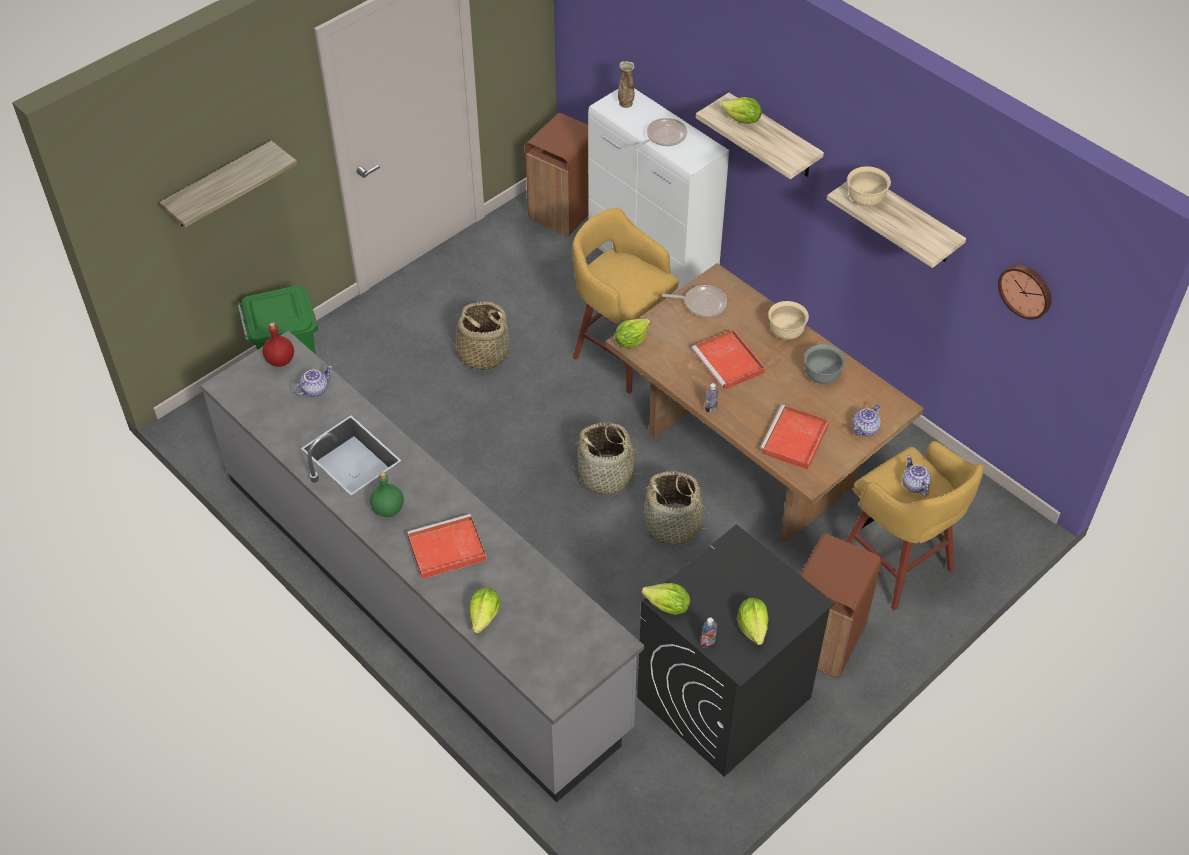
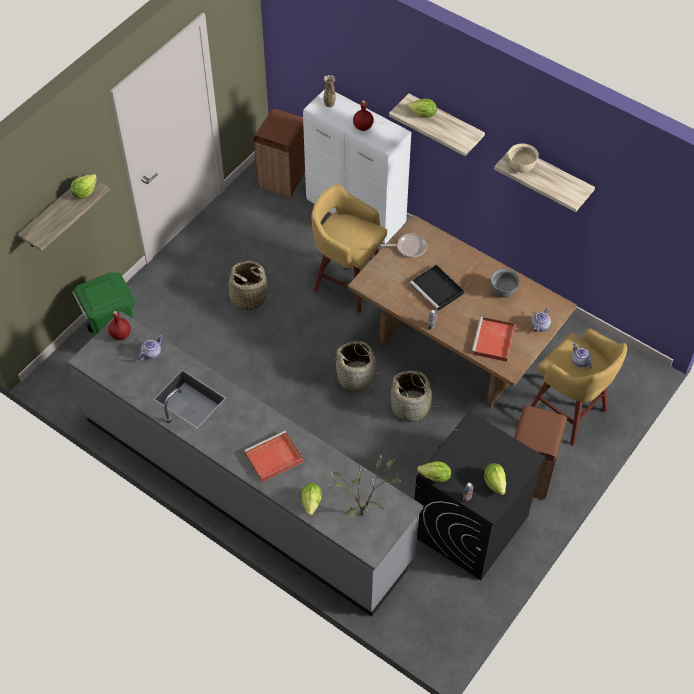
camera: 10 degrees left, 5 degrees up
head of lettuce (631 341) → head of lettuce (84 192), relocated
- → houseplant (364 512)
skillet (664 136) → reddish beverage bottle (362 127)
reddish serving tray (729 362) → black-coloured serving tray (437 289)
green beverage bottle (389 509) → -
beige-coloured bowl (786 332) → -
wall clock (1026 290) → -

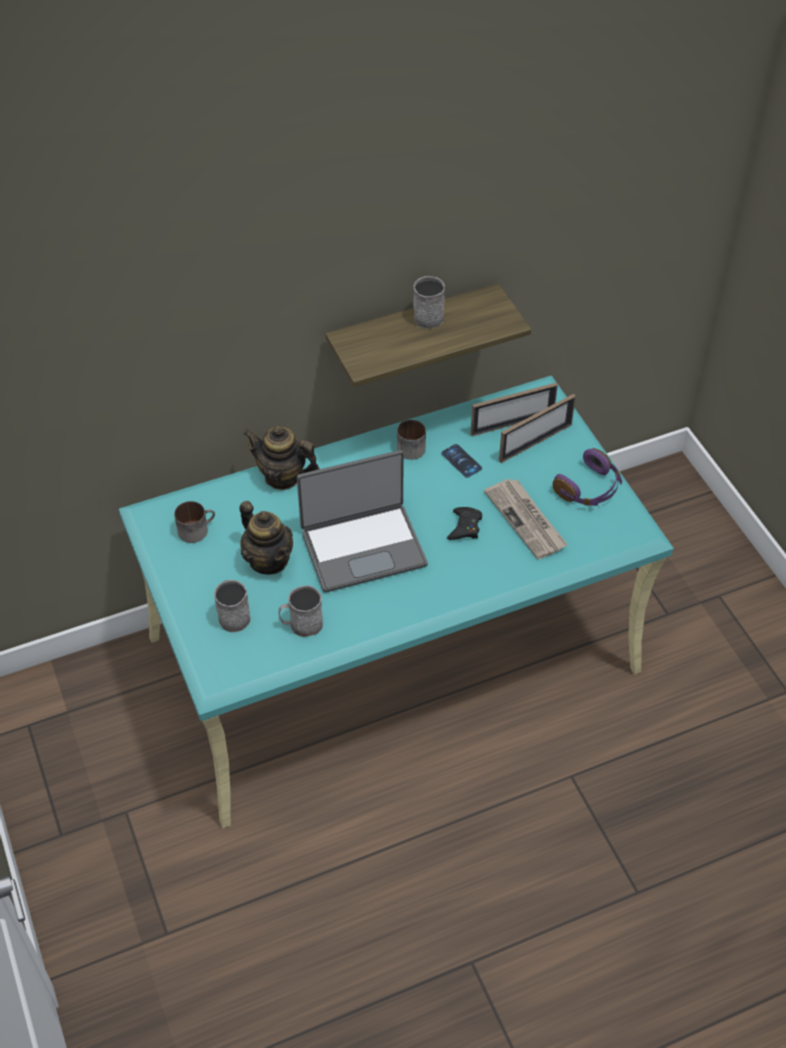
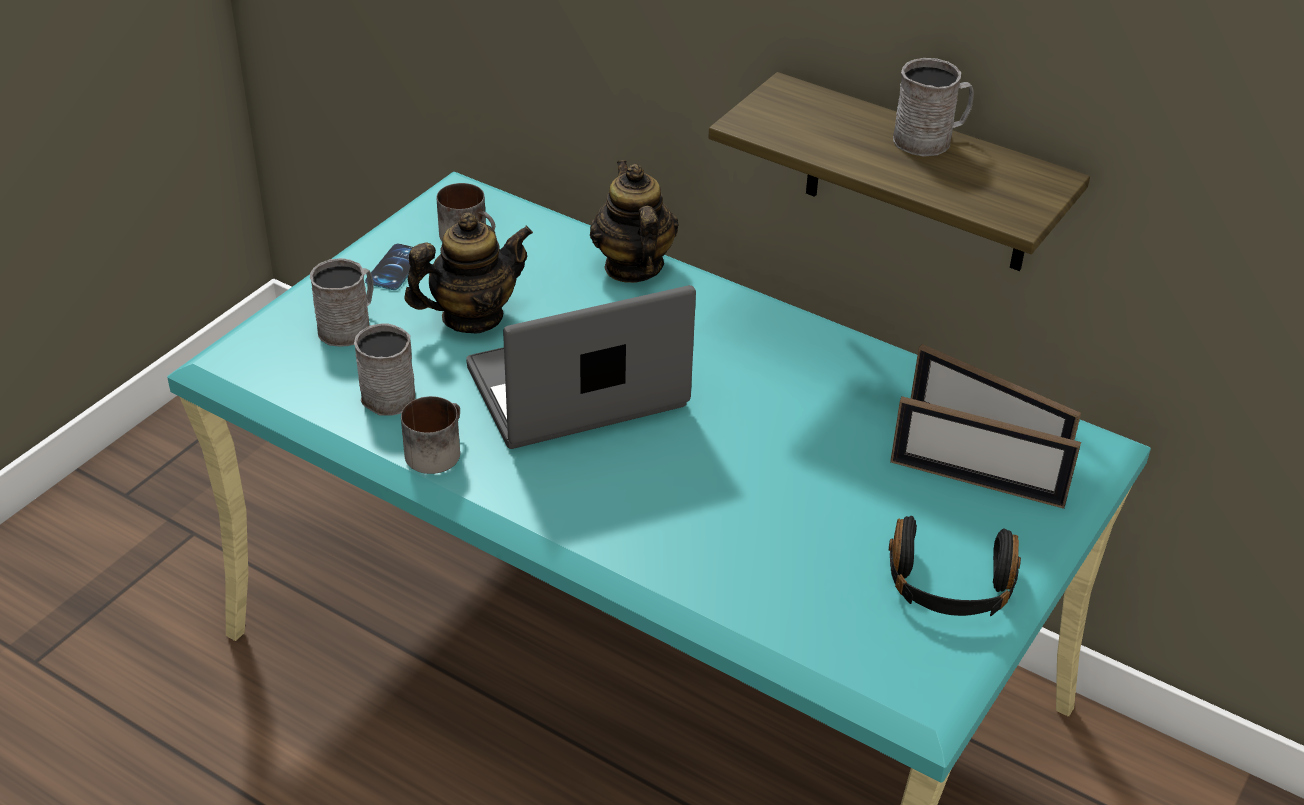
camera: 55 degrees right, 10 degrees down
handset (461 461) → handset (396 267), relocated
tea mug (408 447) → tea mug (435 450), relocated
tea pot (268 560) → tea pot (472 317), 135 degrees counterclockwise
portable computer (363 547) → portable computer (577 391), 120 degrees clockwise
purple-coloured headset (589 489) → black-coloured headset (949 588)
black-coloured joypad (465 527) → -
newspaper (526 520) → -

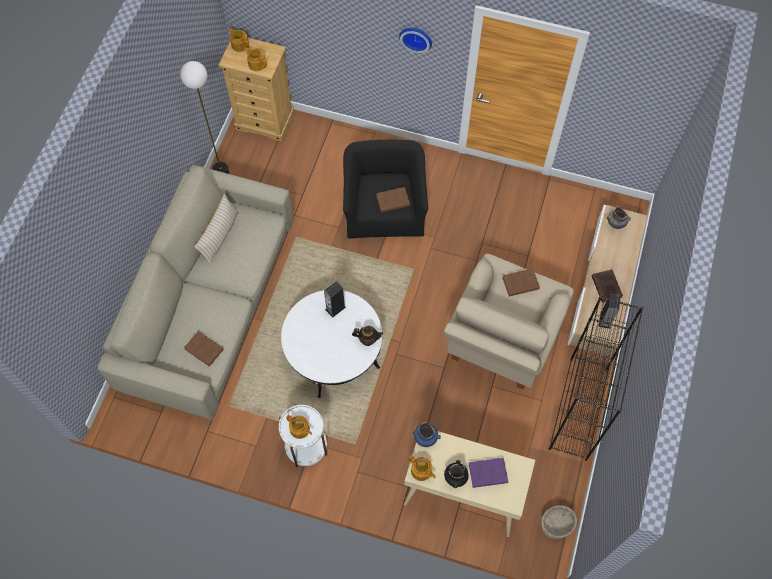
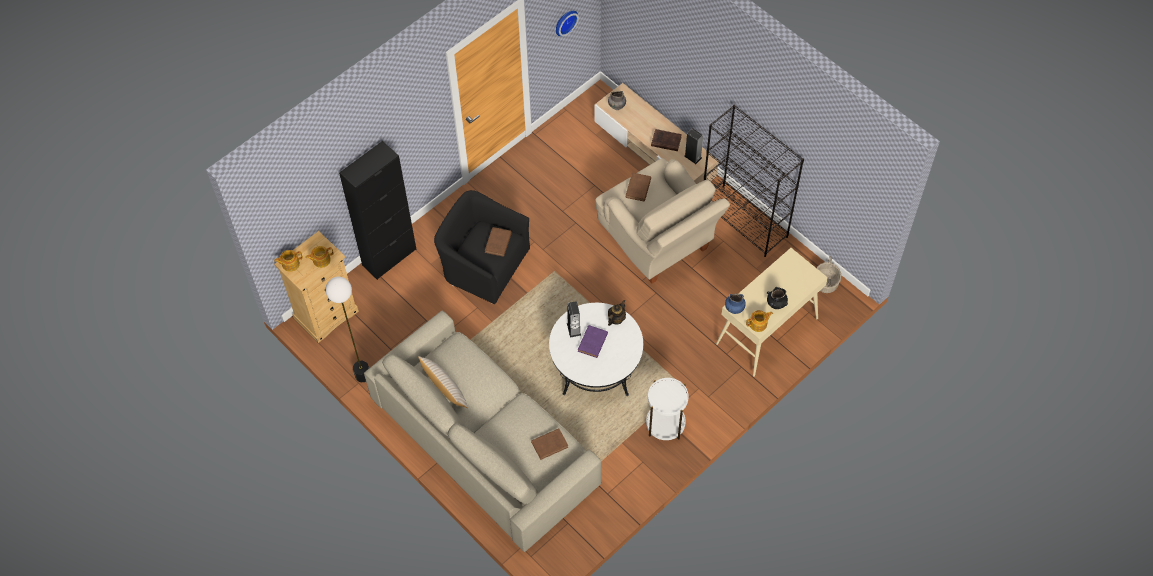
camera: 60 degrees left, 5 degrees down
- → black-coloured cupboard (389 257)
wall clock (416 37) → wall clock (565 21), relocated
purple-coloured bound book (486 473) → purple-coloured bound book (592 343), relocated
tea pot (300 430) → -

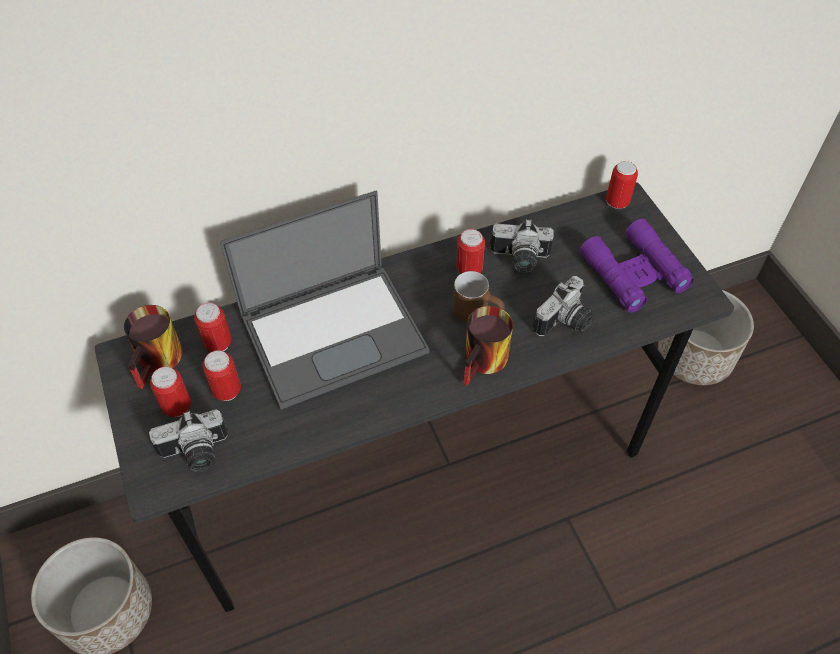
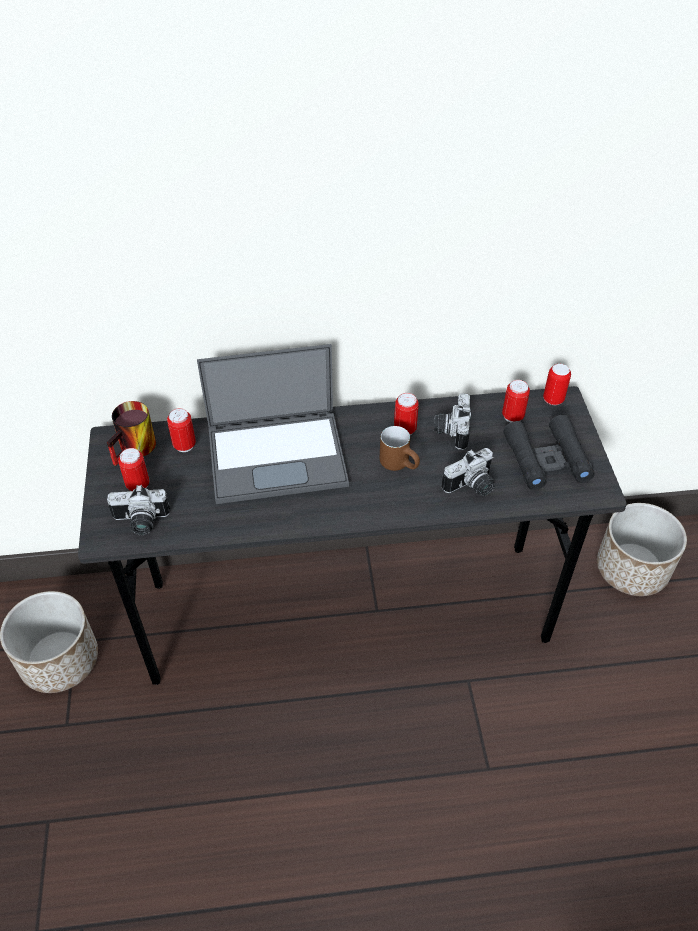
camera: 15 degrees right, 5 degrees down
photo camera (519 260) → photo camera (450 429), 75 degrees clockwise
metal can (227 391) → metal can (512 416), relocated
purple-coloured pair of binoculars (634 273) → black-coloured pair of binoculars (546 459)
tea mug (486 363) → -

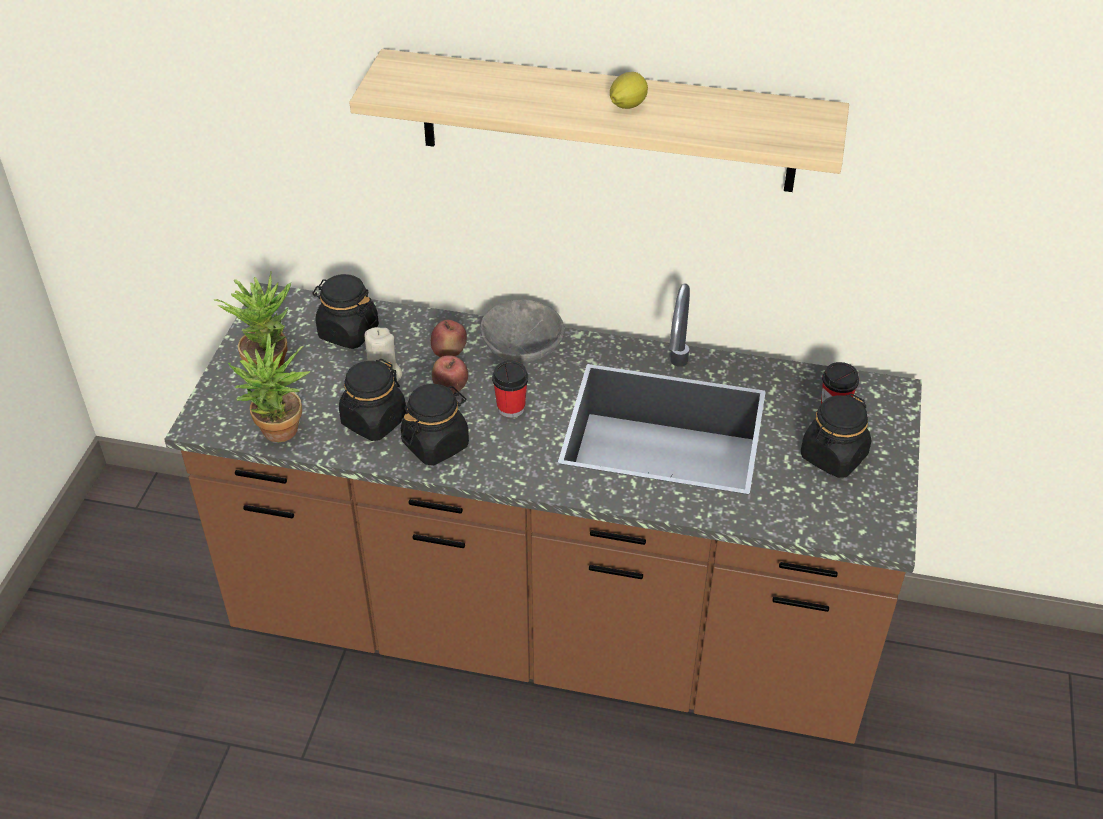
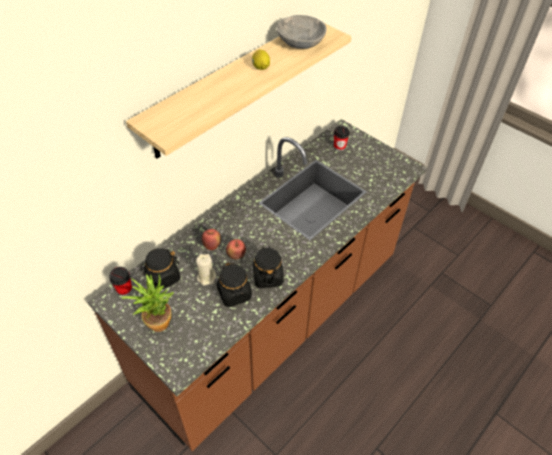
camera: 60 degrees left, 5 degrees up
drinking cup (511 407) → drinking cup (124 289), relocated
greyish bowl (521 348) → greyish bowl (299 44), relocated
houseplant (279 435) → -
black-coloured jar (833 456) → -

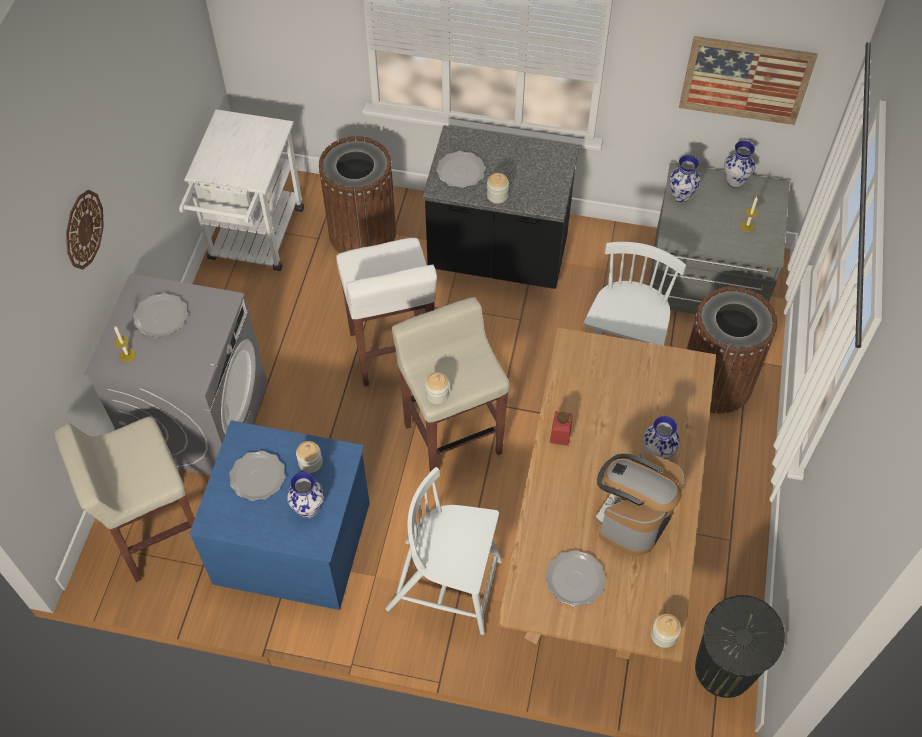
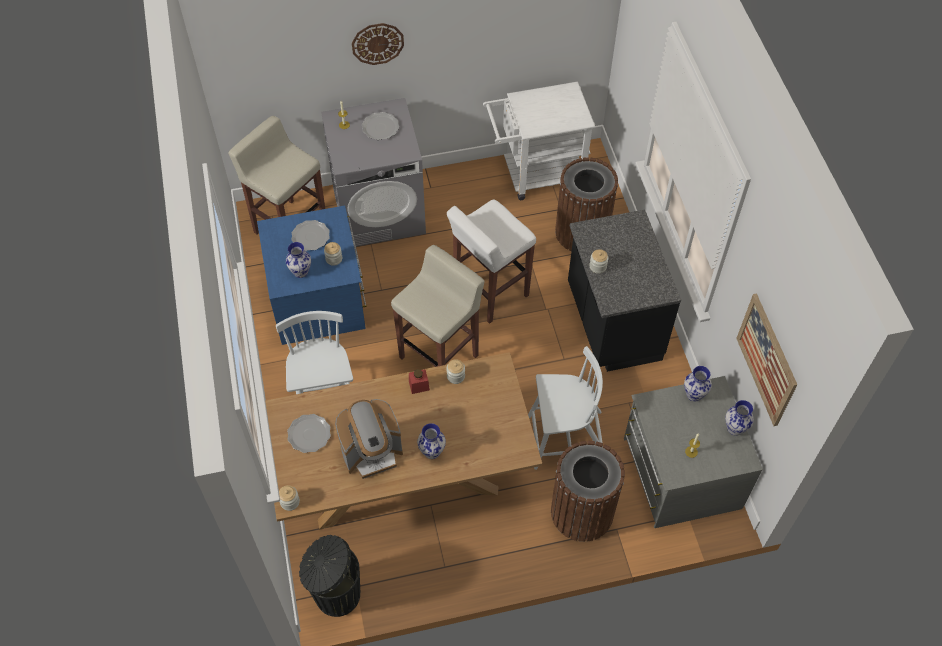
camera: 65 degrees right, 0 degrees up
coffee machine (632 518) → coffee machine (372 453), 150 degrees clockwise
jar (437 394) → jar (455 376), relocated
dinner plate (460 171) → -

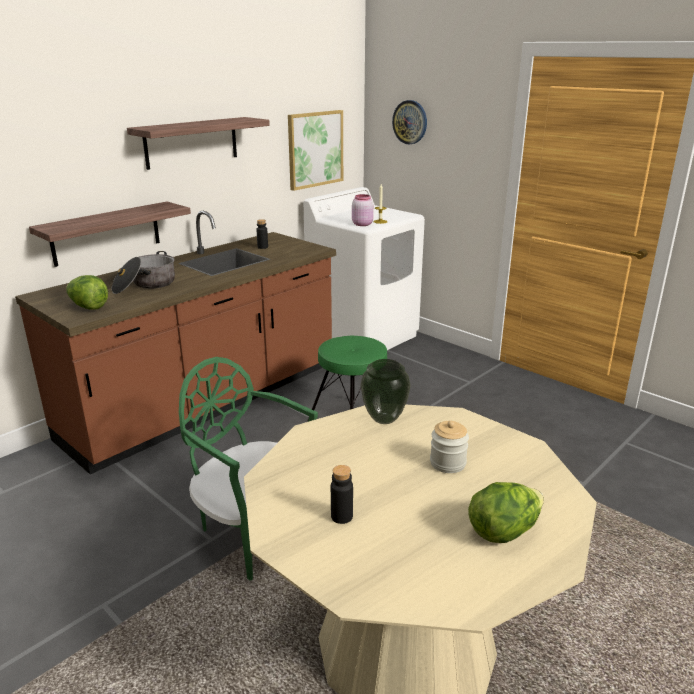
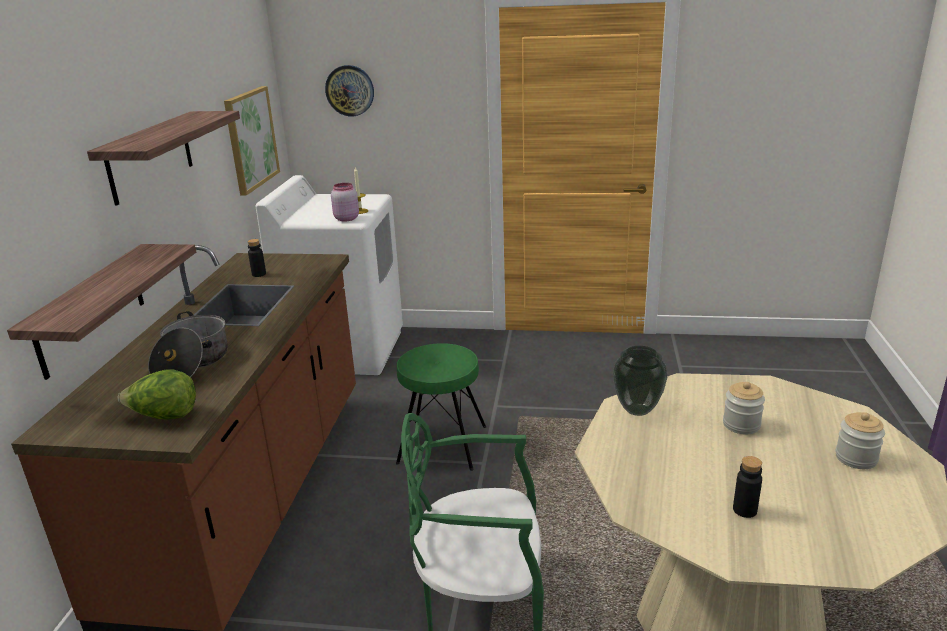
camera: 35 degrees left, 0 degrees up
head of lettuce (504 531) → jar (856 458)

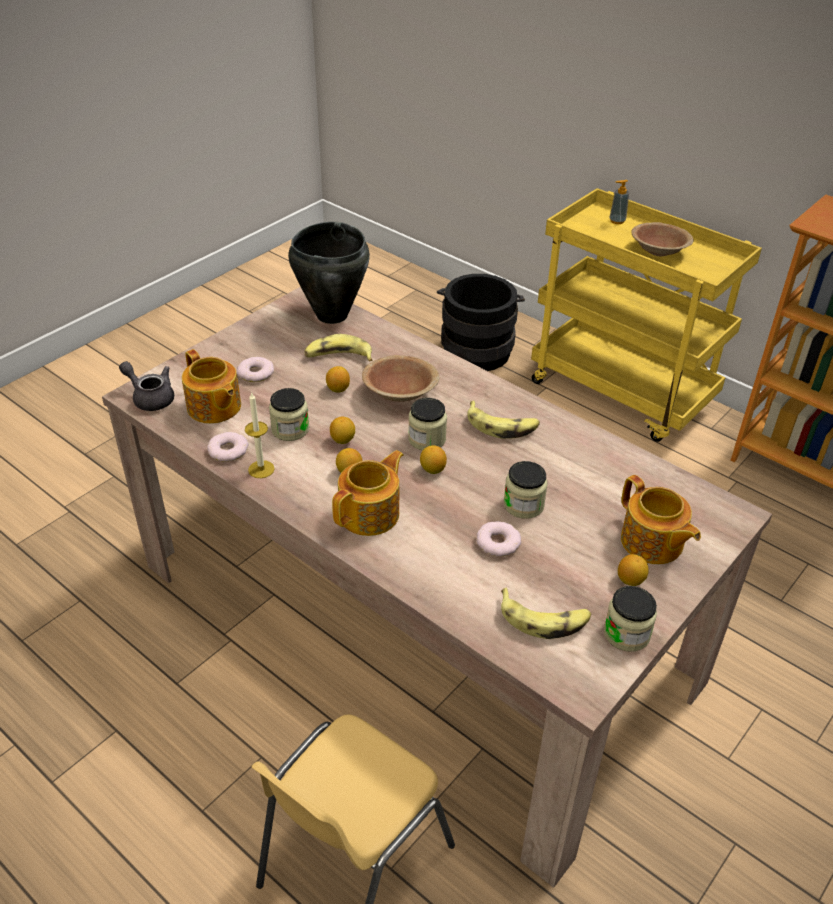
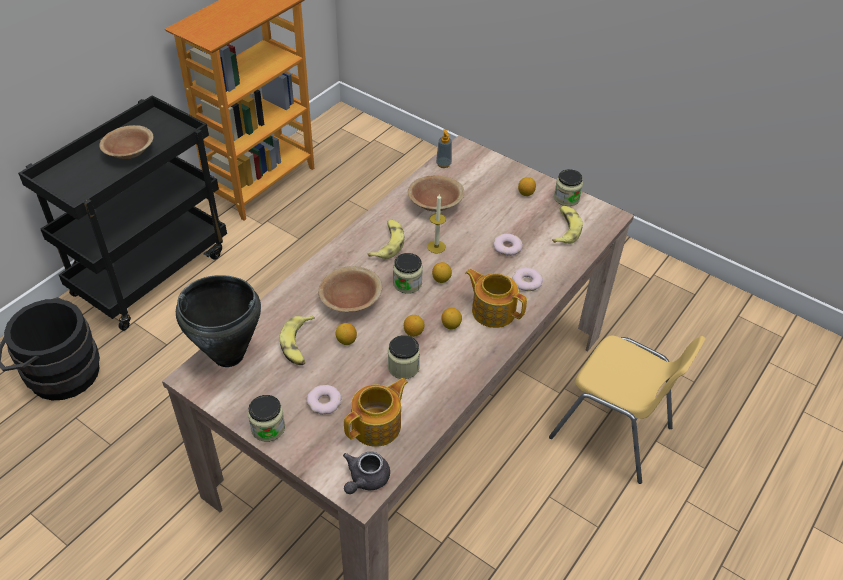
camera: 95 degrees left, 5 degrees up
yellow trolley (623 393) → black-coloured trolley (151 271)
jar (523 505) → jar (268 428), relocated
- → brownish bowl (435 204)
candle (261 469) → candle (436 247), relocated
soap bottle (617 221) → soap bottle (443 164), relocated
donut (228 450) → donut (527 282), relocated
tea pot (652 543) → -

